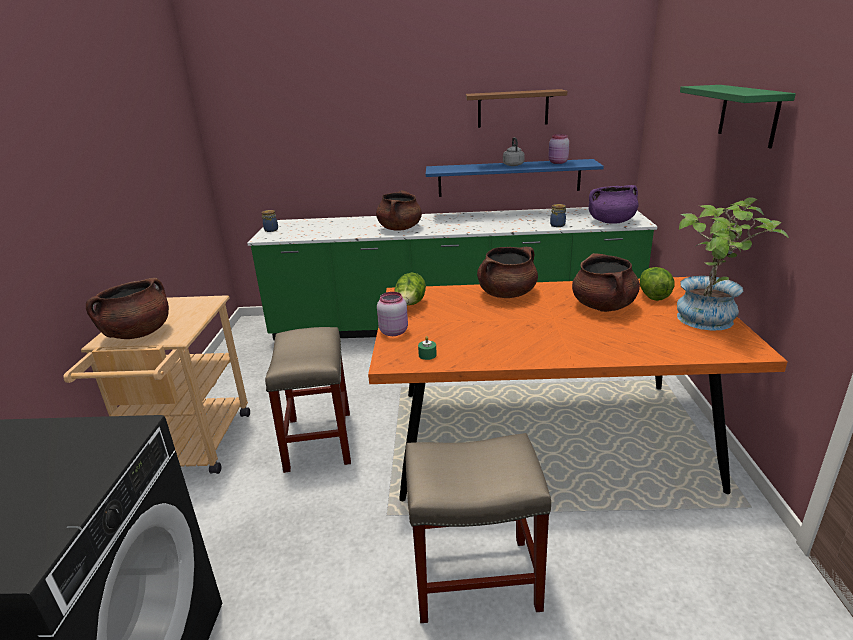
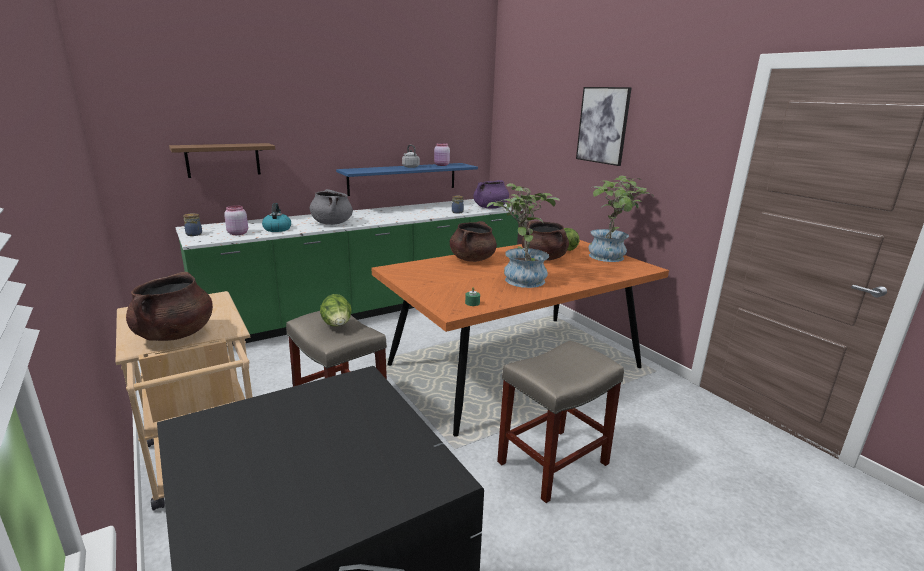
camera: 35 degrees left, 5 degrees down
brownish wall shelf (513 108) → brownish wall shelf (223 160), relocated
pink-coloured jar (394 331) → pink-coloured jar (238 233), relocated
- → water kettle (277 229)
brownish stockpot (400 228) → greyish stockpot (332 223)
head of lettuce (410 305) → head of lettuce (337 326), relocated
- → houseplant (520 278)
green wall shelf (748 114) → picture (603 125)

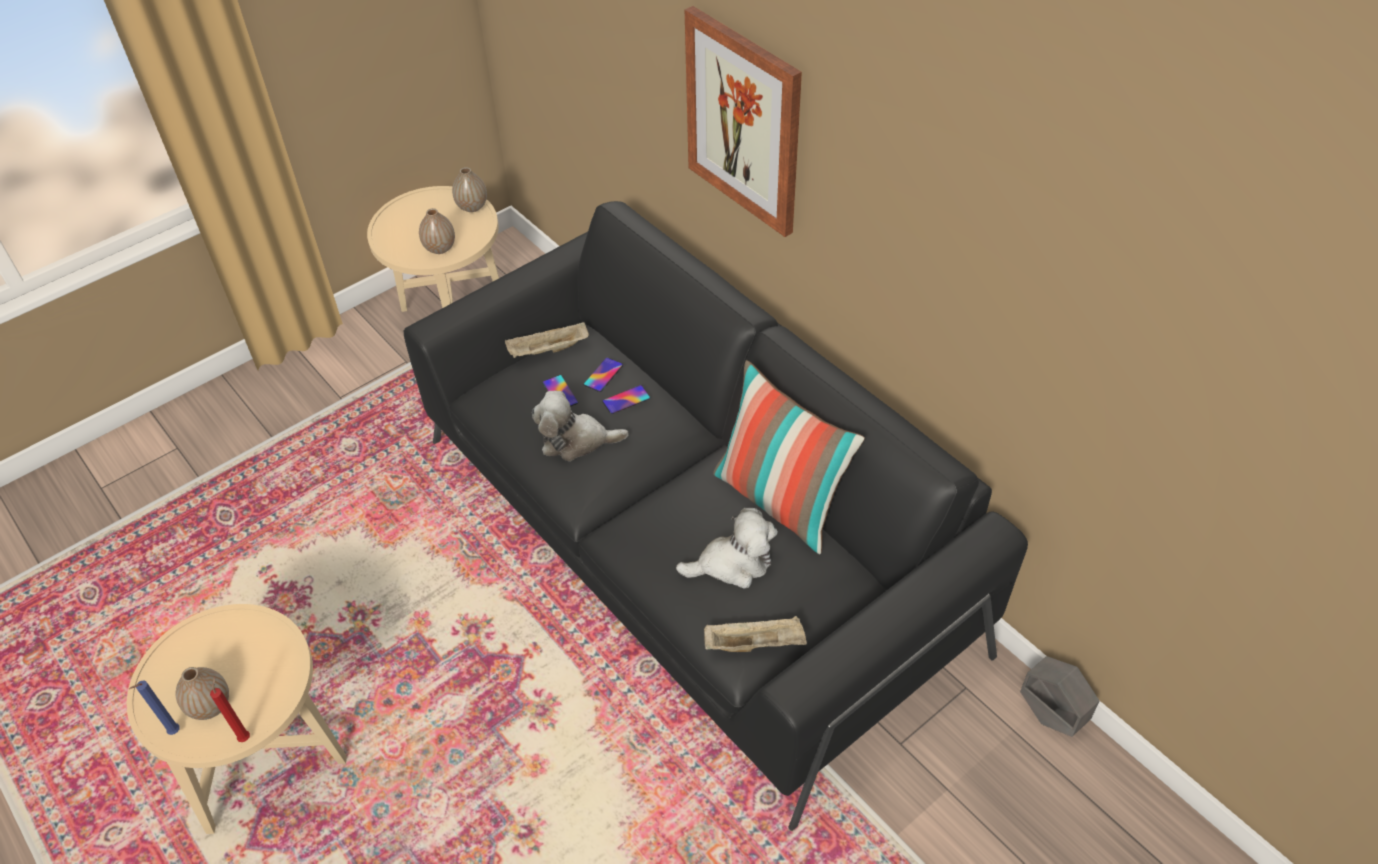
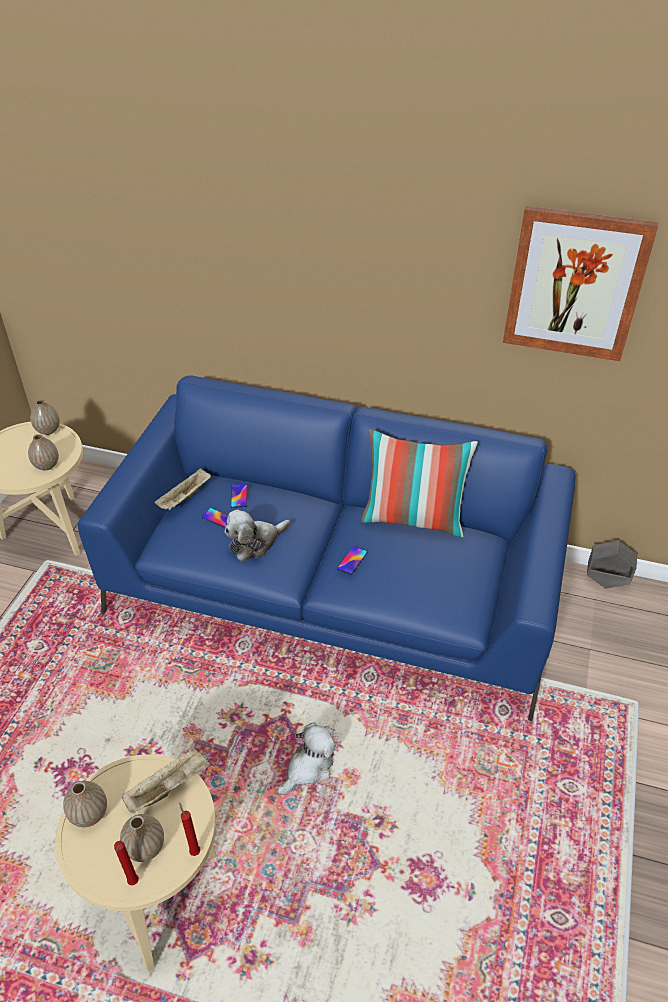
camera: 35 degrees left, 5 degrees down
- → decorative vase (89 814)
black-coloured settee (693 542) → blue-coloured settee (334 589)
blue-coloured candle (173 733) → reddish candle (133 883)
beige-coloured serving tray (755 644) → beige-coloured serving tray (168 787), relocated
soft toy (732 564) → soft toy (309 767), relocated
handset (626 400) → handset (352 560), relocated
picture (744 122) → picture (575 284), relocated

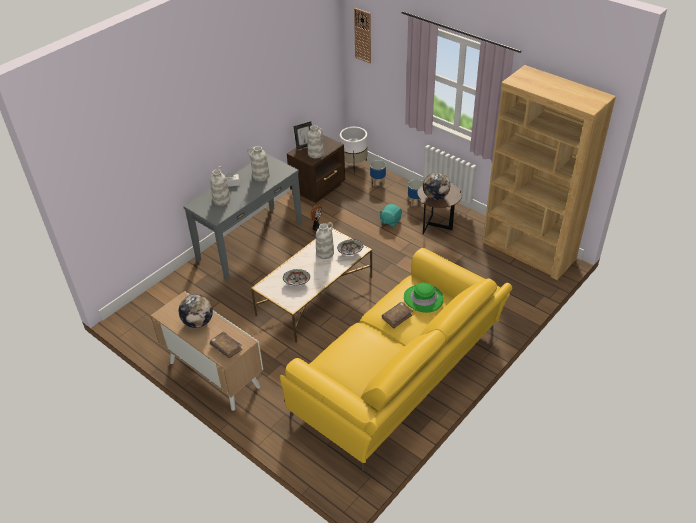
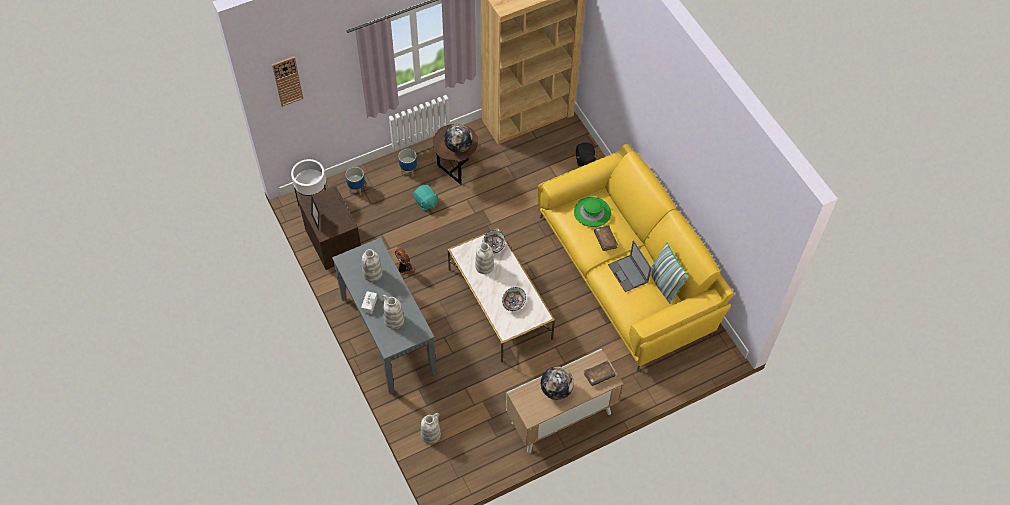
camera: 70 degrees left, 15 degrees up
whitish decorative vase (316 154) → whitish decorative vase (431 434), relocated
- → black-coloured soft toy (584 160)
- → portable computer (628 274)
- → cushion (664 284)

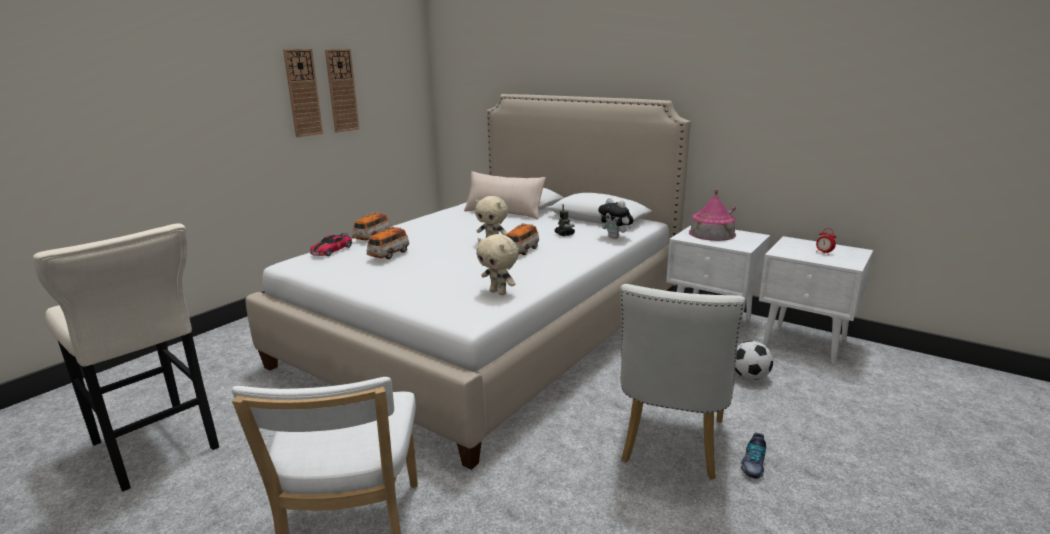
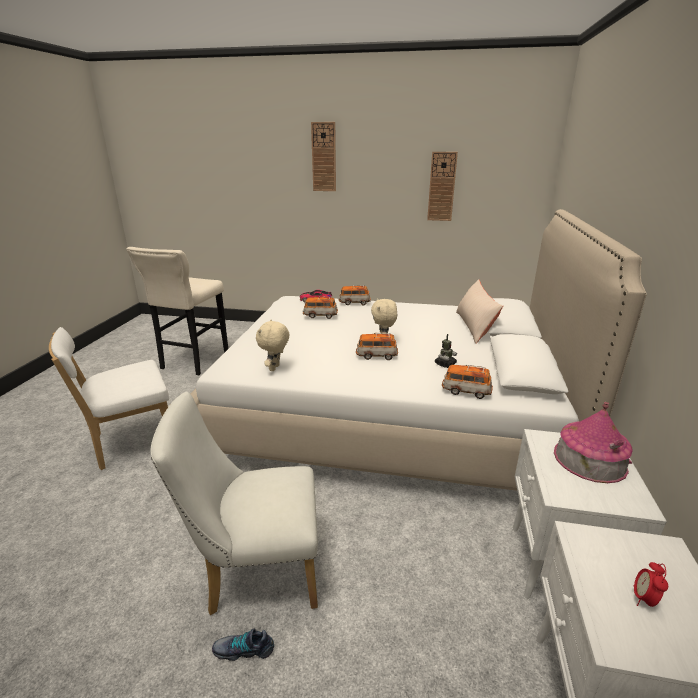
camera: 65 degrees right, 5 degrees up
wall clock (303 93) → wall clock (324 157), relocated
soft toy (615 237) → toy car (466 391)
football (750 377) → -

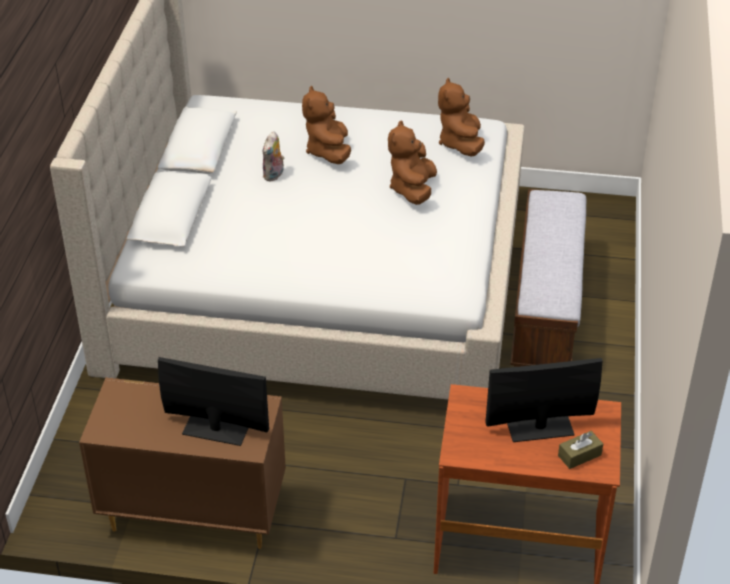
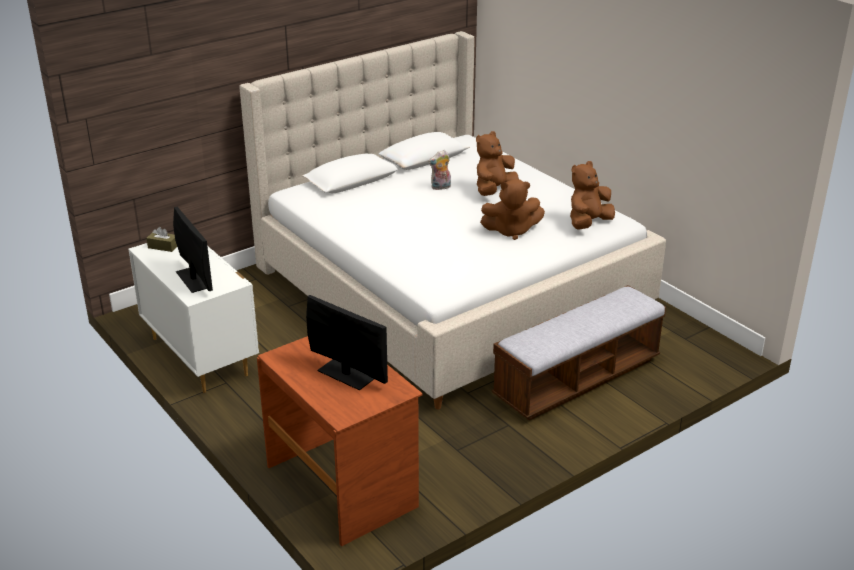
camera: 45 degrees right, 10 degrees down
brownish chest of drawers (192 513) → whitish chest of drawers (200 355)
brownish tissue box (579 455) → brownish tissue box (163 246), relocated
brownish soft toy (412 189) → brownish soft toy (511 231), 150 degrees counterclockwise

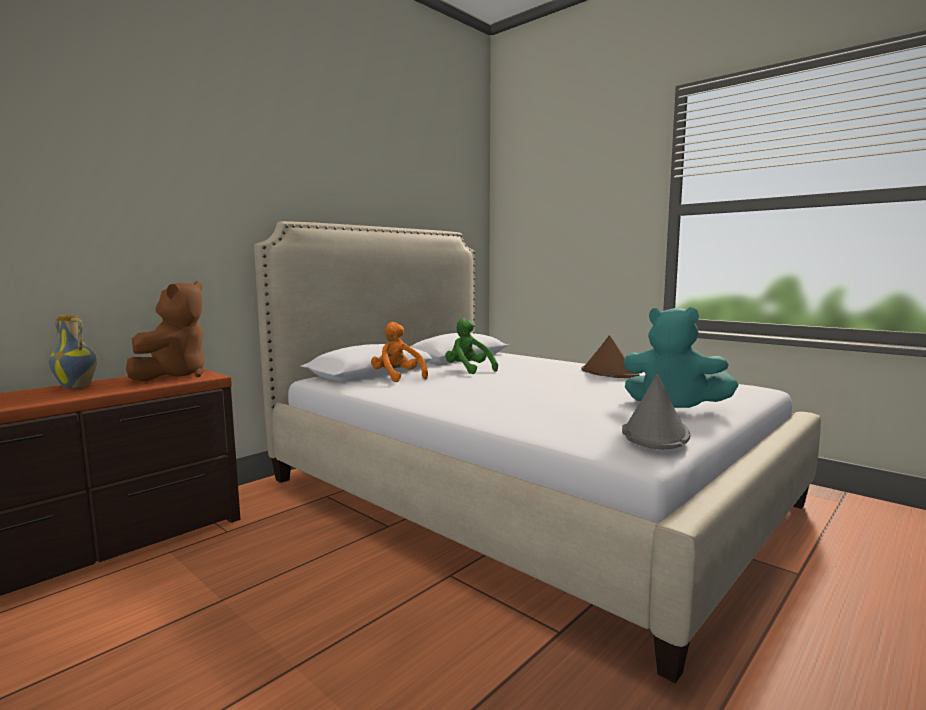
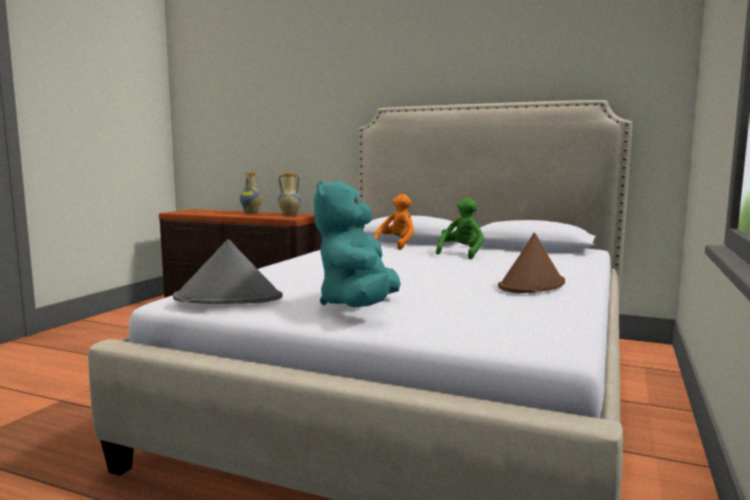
camera: 70 degrees right, 0 degrees up
brownish soft toy (174 376) → decorative vase (289 215)

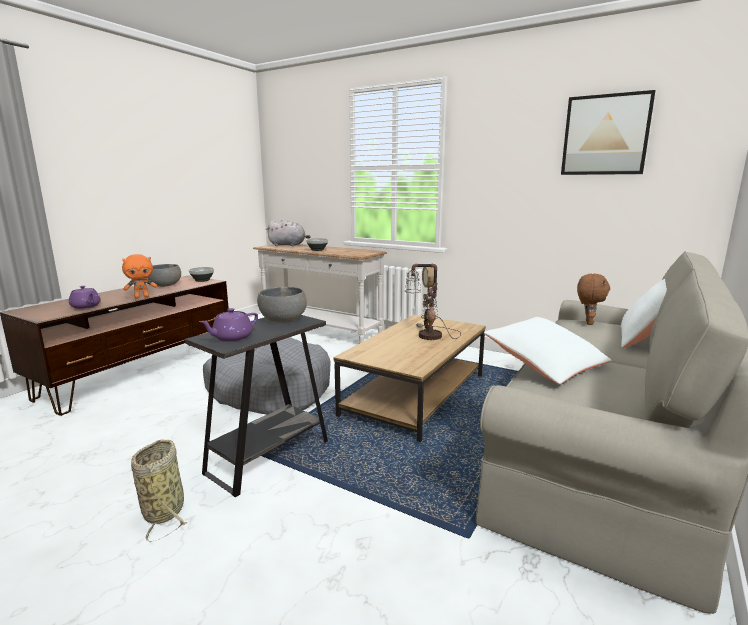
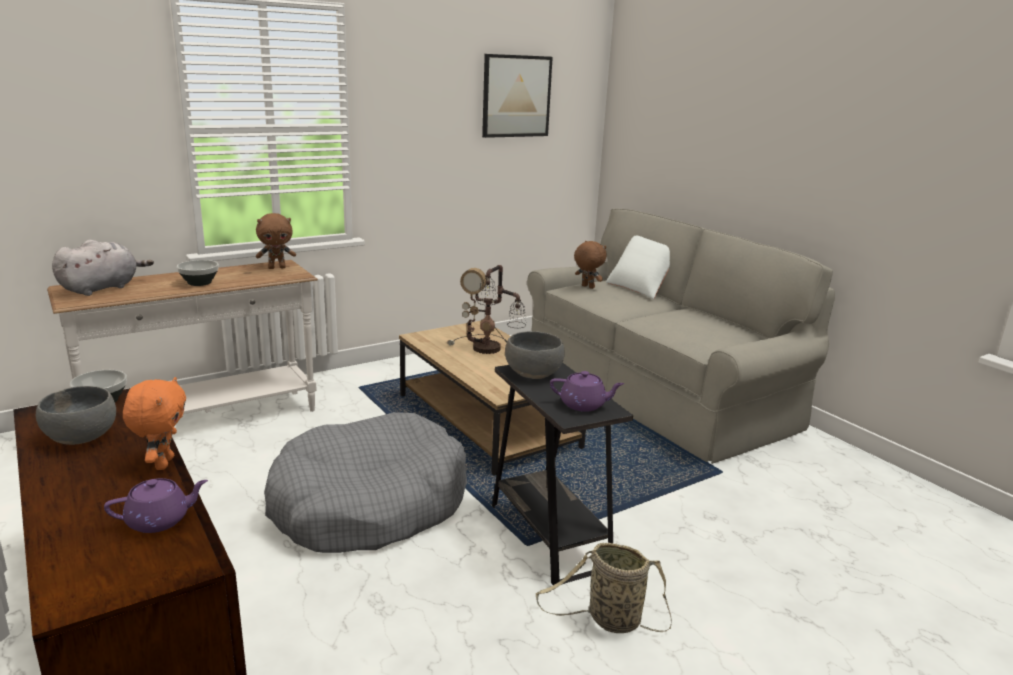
camera: 65 degrees left, 5 degrees up
- → brownish soft toy (277 268)
purple-coloured tea pot (232 338) → purple-coloured tea pot (584 405), 60 degrees counterclockwise
whitish cushion (545 364) → -

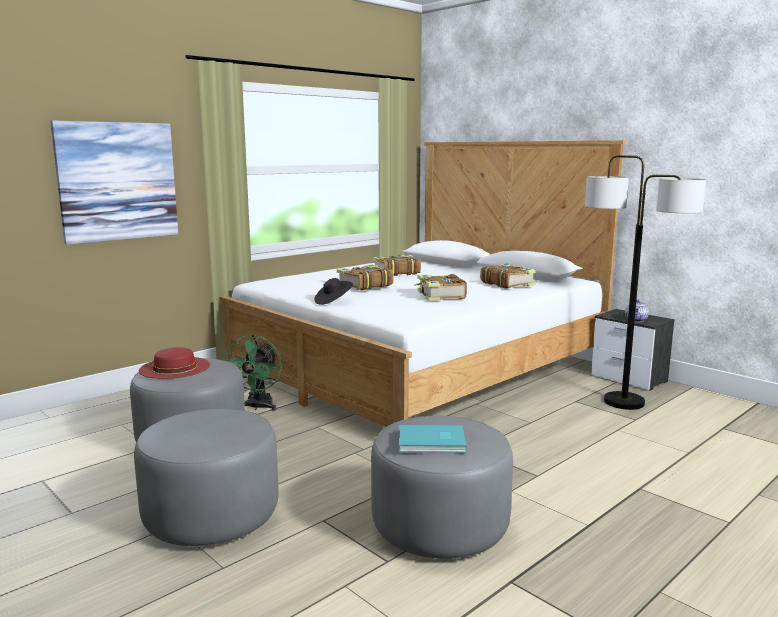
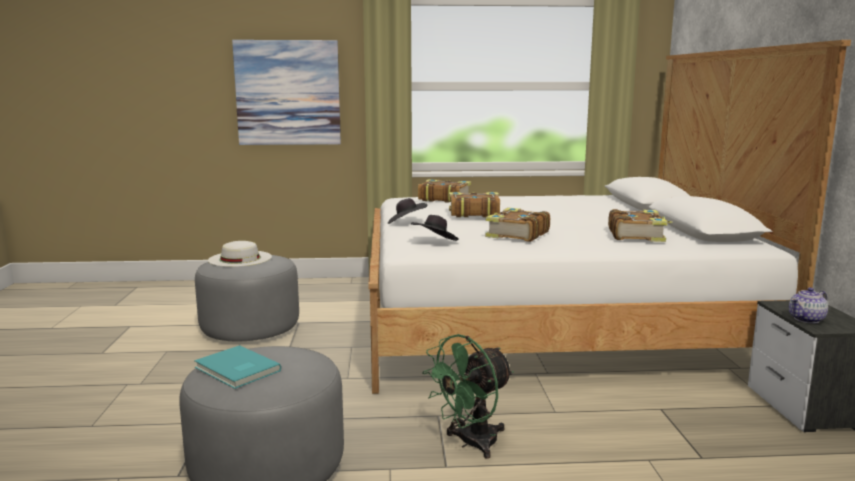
camera: 40 degrees right, 0 degrees up
reddish clothing hat (174 367) → whitish clothing hat (240 258)
- → black-coloured clothing hat (435 242)
bound book (396 272) → bound book (443 199), relocated
green cooling fan (258 407) → green cooling fan (470 443), relocated
greyish footrest (212 516) → -
floor lamp (624 402) → -

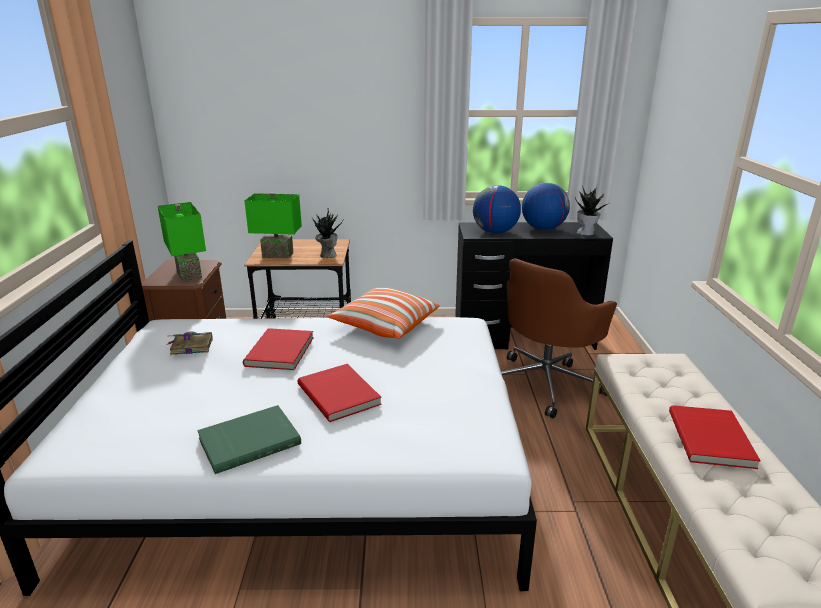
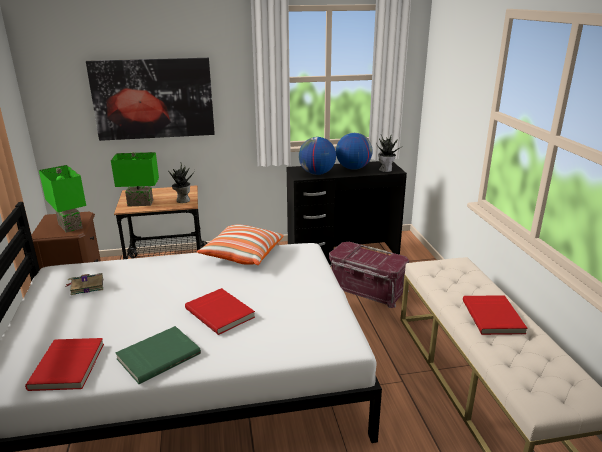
camera: 10 degrees left, 0 degrees up
reddish bound book (281 351) → reddish bound book (69 366), relocated
- → picture (153 99)
brownish computer chair (546 383) → reddish storage bin (366 288)

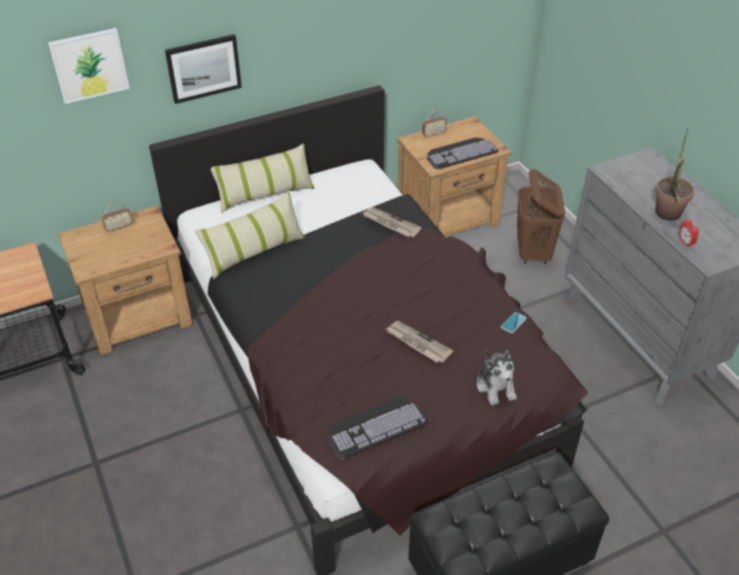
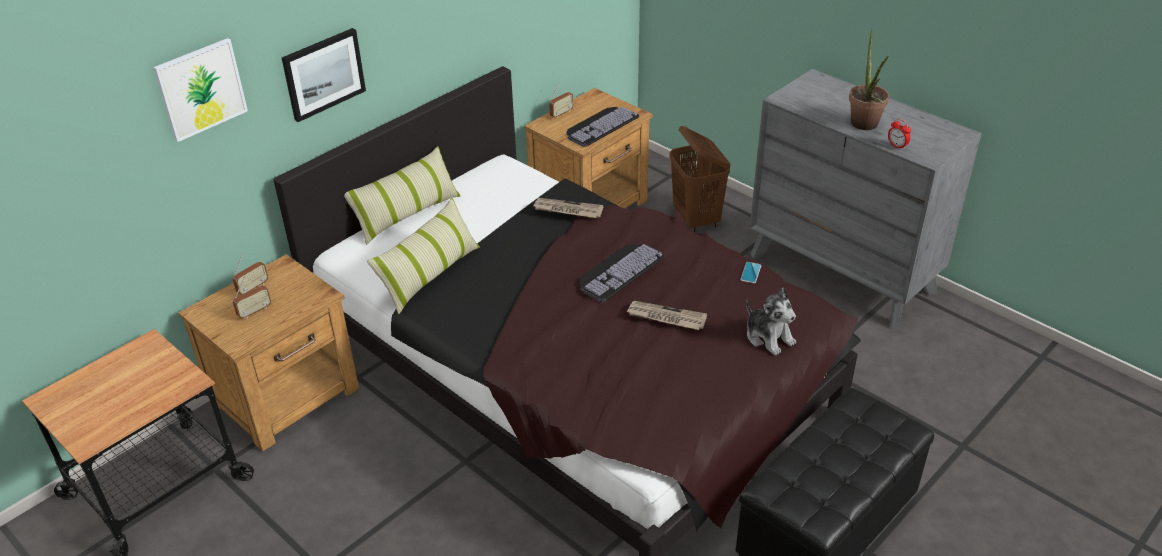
camera: 20 degrees left, 5 degrees down
- → radio (254 312)
computer keyboard (376 425) → computer keyboard (619 270), relocated

